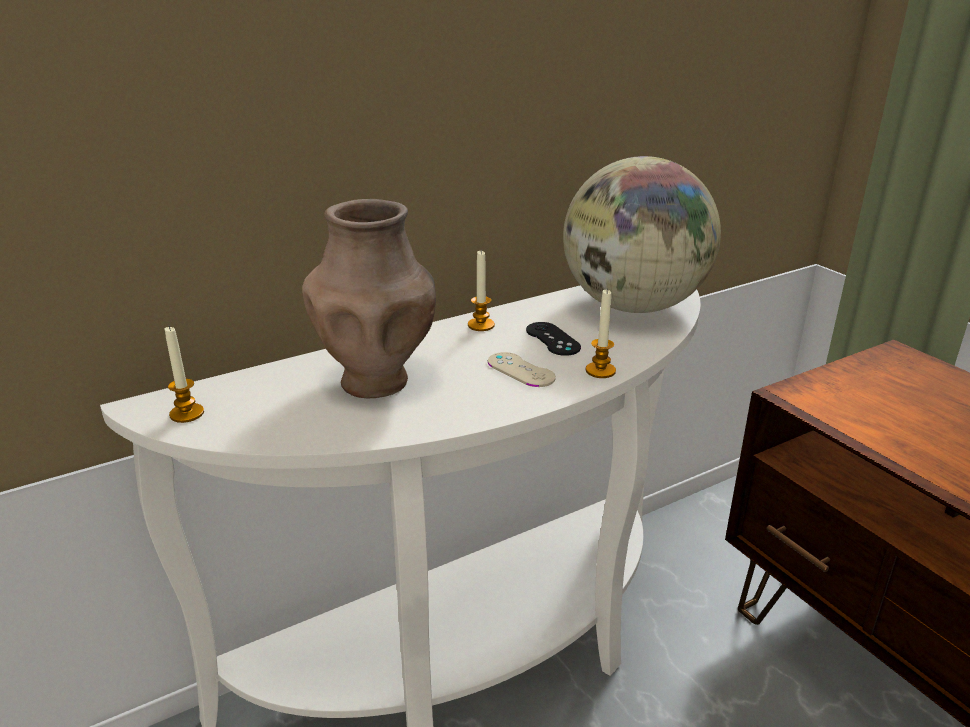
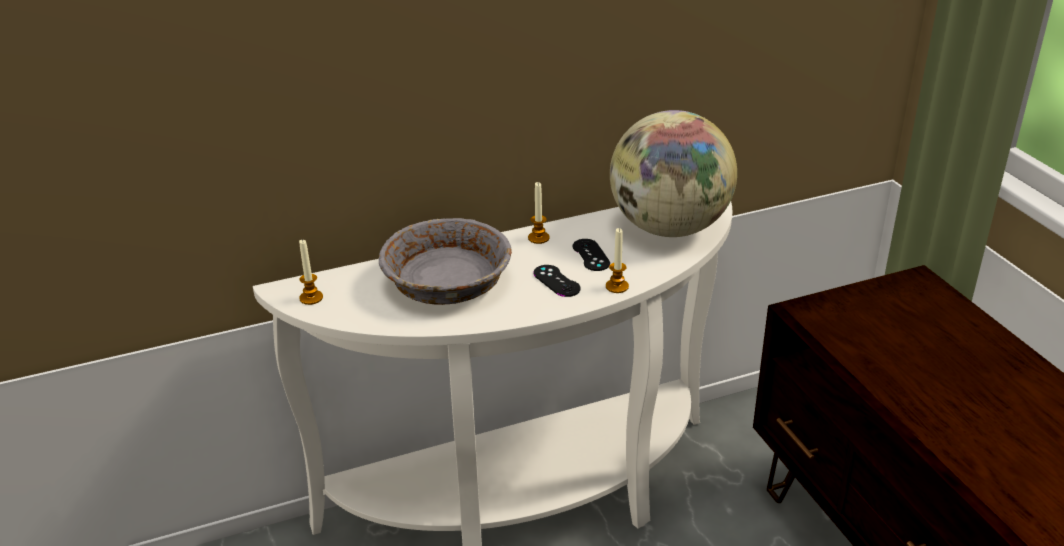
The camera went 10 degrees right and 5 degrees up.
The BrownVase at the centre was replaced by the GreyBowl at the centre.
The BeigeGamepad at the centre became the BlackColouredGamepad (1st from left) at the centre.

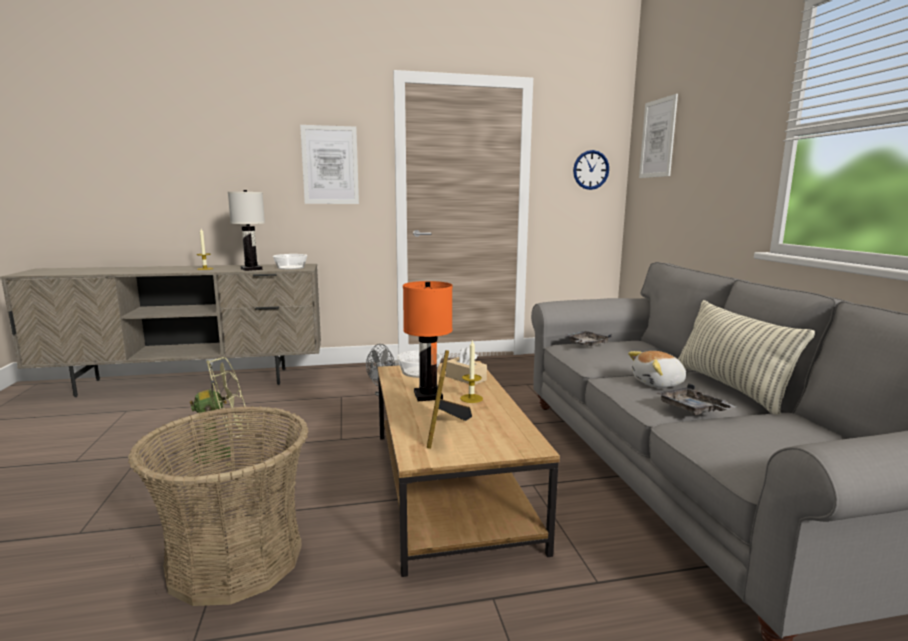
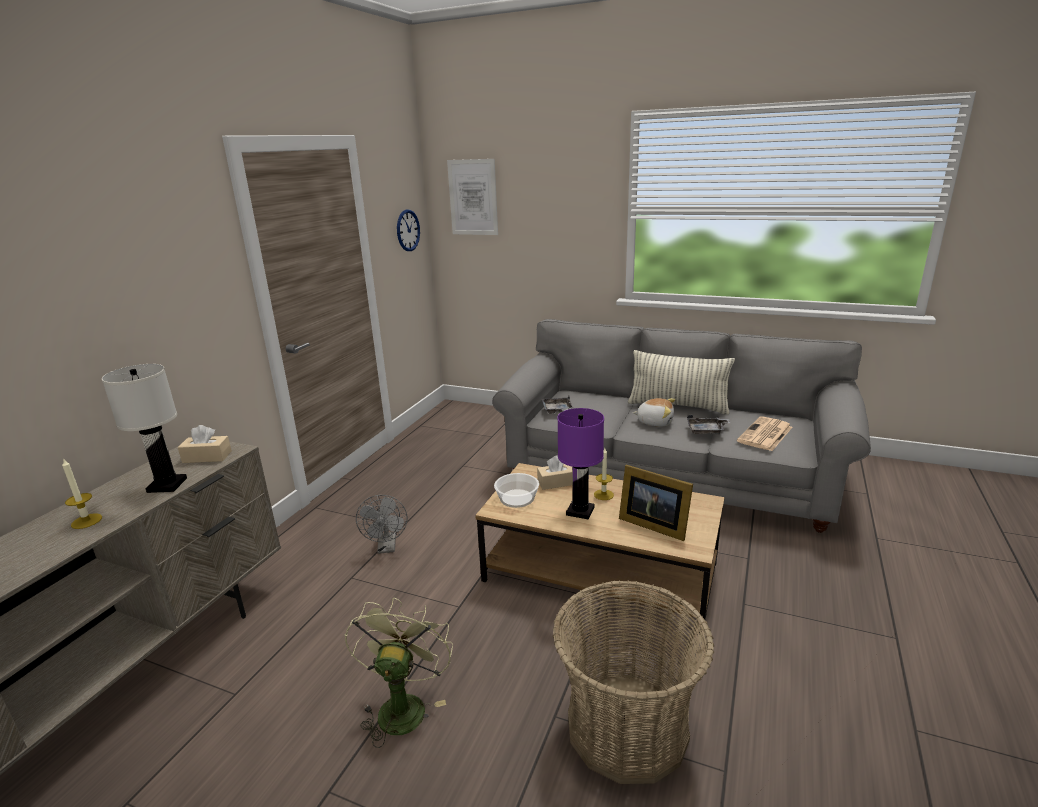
The camera went 55 degrees left and 10 degrees up.
The WallArt (1st from left) at the top centre disappeared.
The Newspaper at the middle right appeared.
The Bowl (1st from left) at the middle left was replaced by the BeigeBoxOfTissues (1st from left) at the middle left.
The OrangeColouredLampForATable at the centre became the PurpleLampForATable at the centre.
The CuddlyToy at the middle right turned 90 degrees counterclockwise.

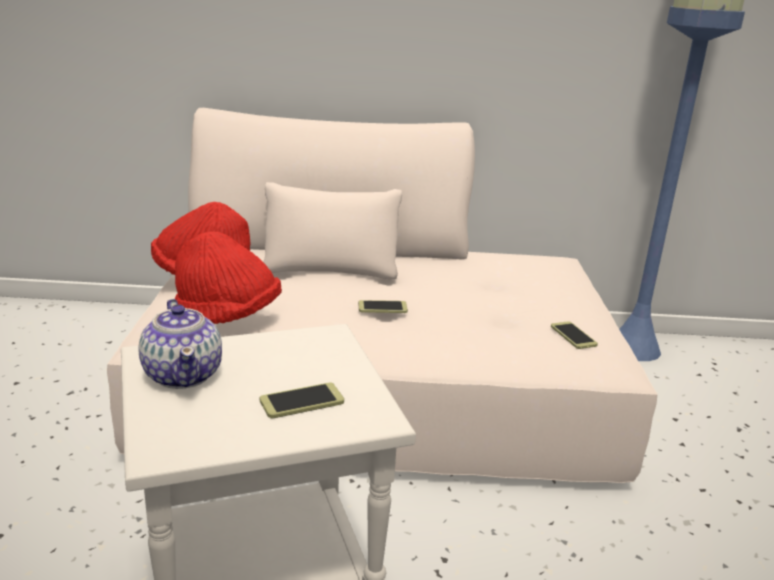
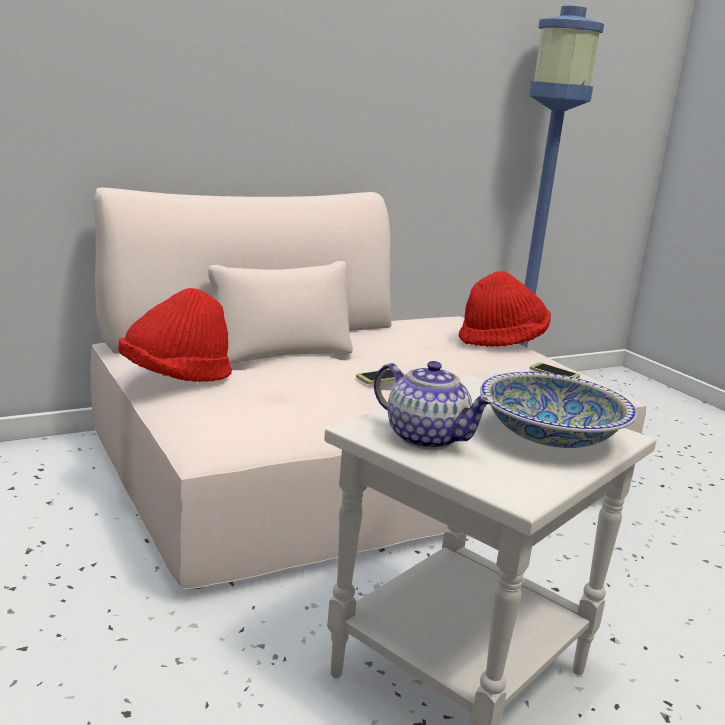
The camera went 30 degrees left and 5 degrees down.
The RedColouredClothingHat (2nd from left) moved from the middle left to the middle right.
The Phone (1st from left) at the bottom centre was replaced by the Bowl at the middle right.

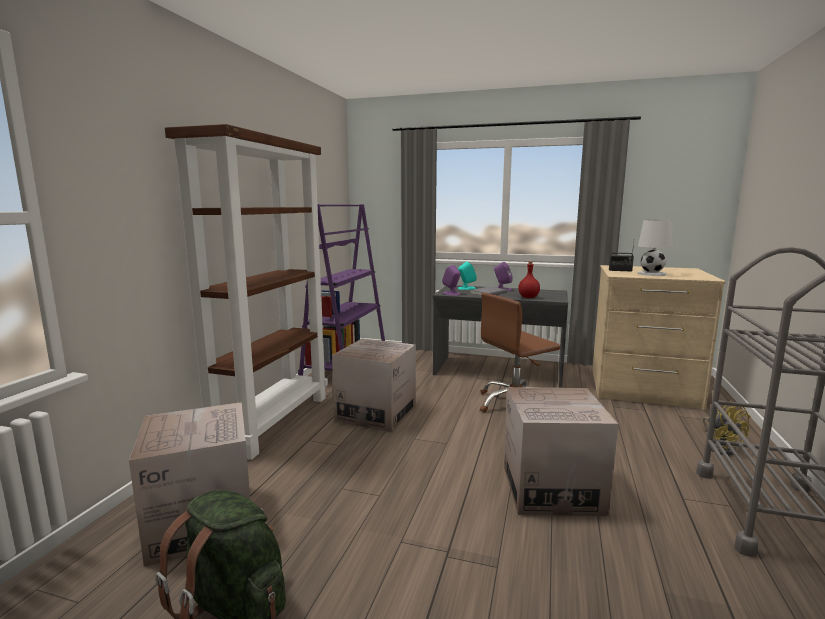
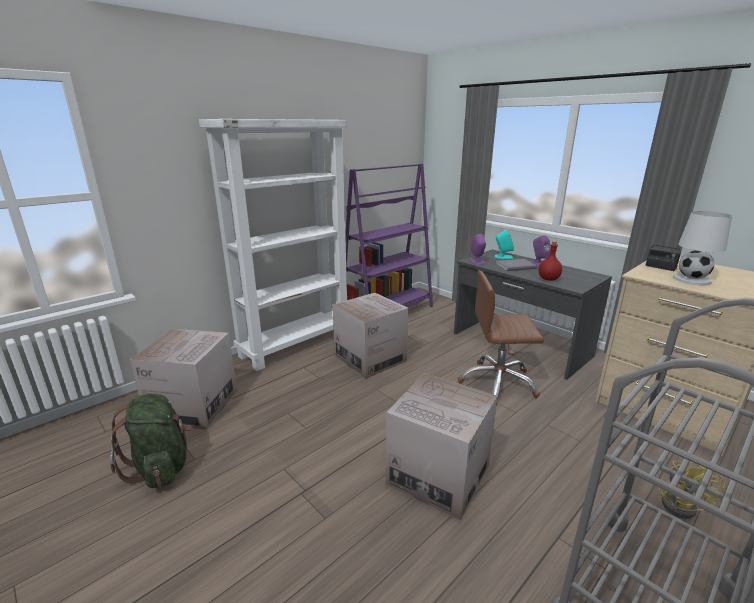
The camera went 30 degrees right and 10 degrees up.
The BrownShelvingUnit at the middle left became the WhiteShelvingUnit at the centre.

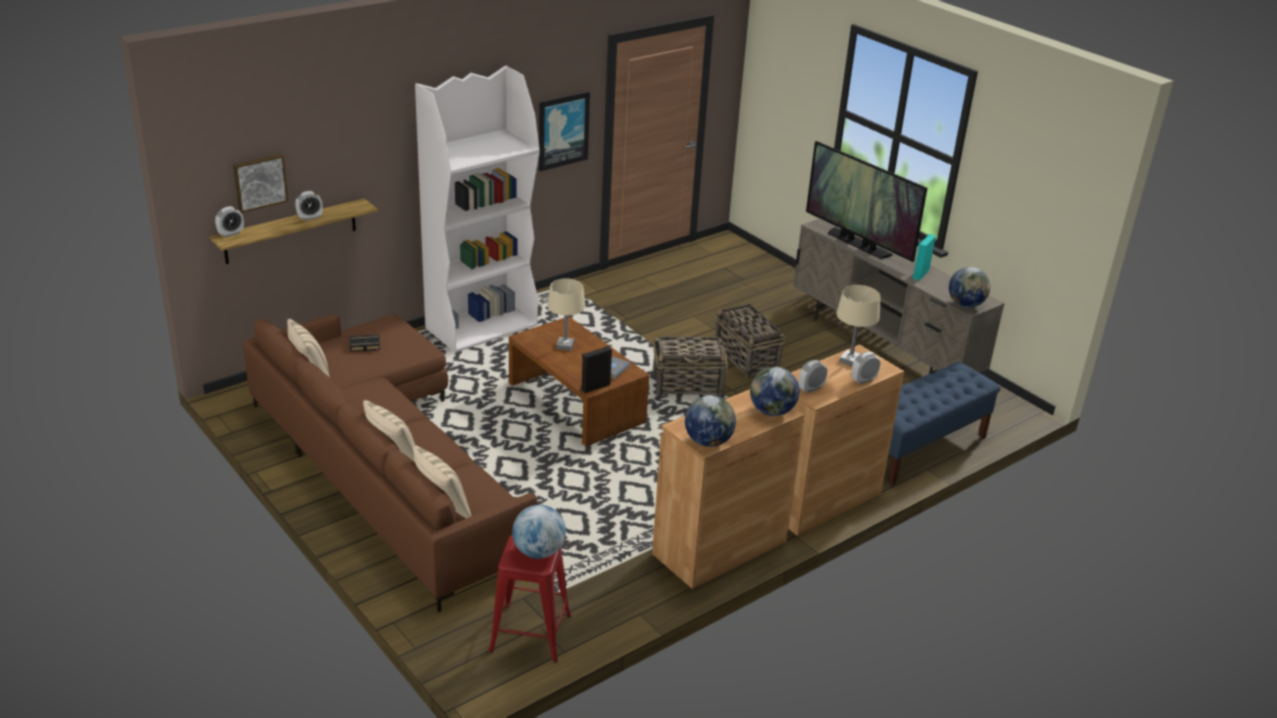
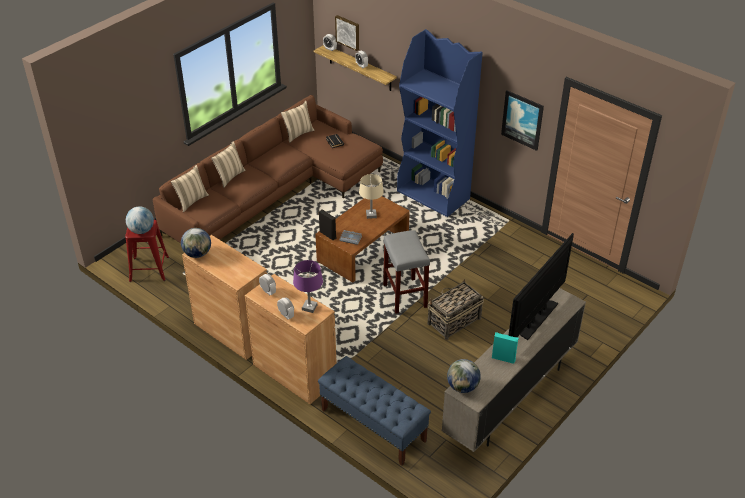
The camera went 80 degrees right and 10 degrees up.
The WorldGlobe (3rd from left) at the centre disappeared.
The HouseholdBasket (1st from left) at the centre was replaced by the GreySittingStool at the centre.
The WhiteShelvingUnit at the top centre became the BluishShelvingUnit at the top centre.
The BeigeLampForATable (2nd from left) at the middle right became the PurpleLampForATable at the centre.

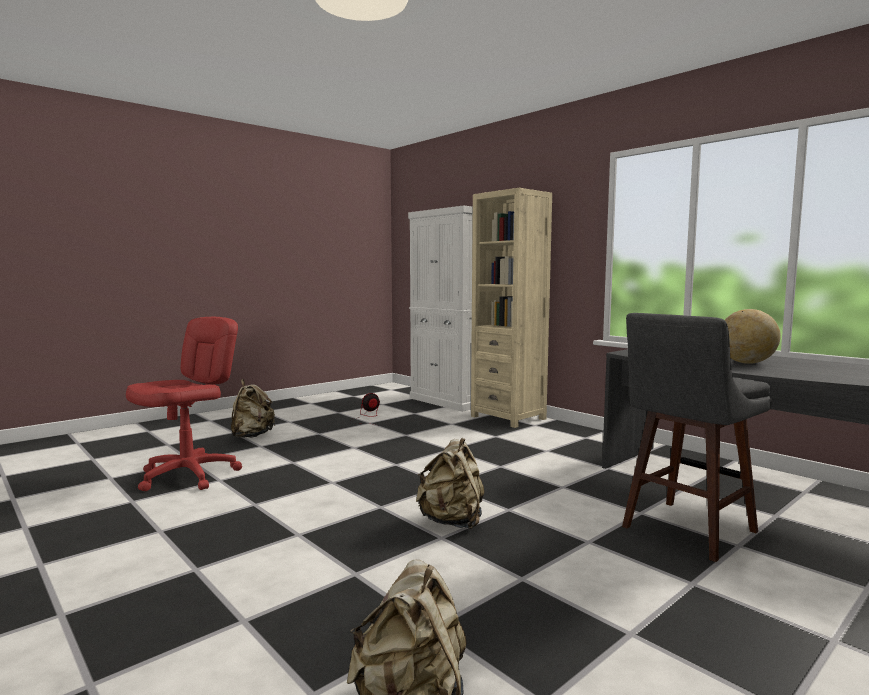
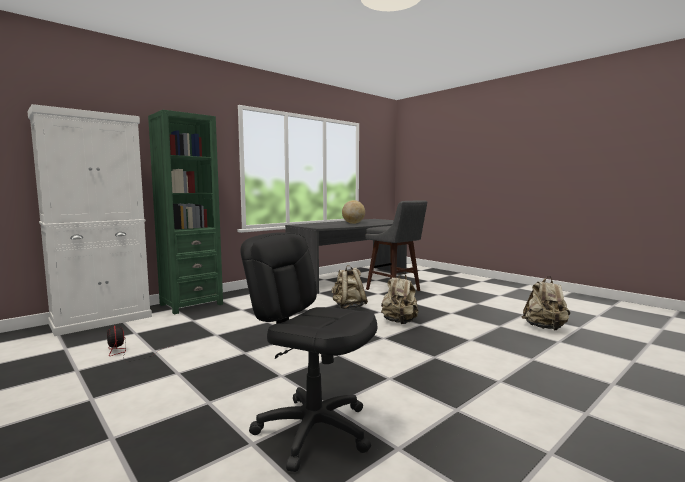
The camera went 90 degrees left and 0 degrees up.
The BeigeRucksack (1st from left) moved from the middle left to the centre.
The RedColouredDeskChair at the middle left became the BlackColouredDeskChair at the bottom centre.
The BeigeShelvingUnit at the centre became the GreenishShelvingUnit at the middle left.

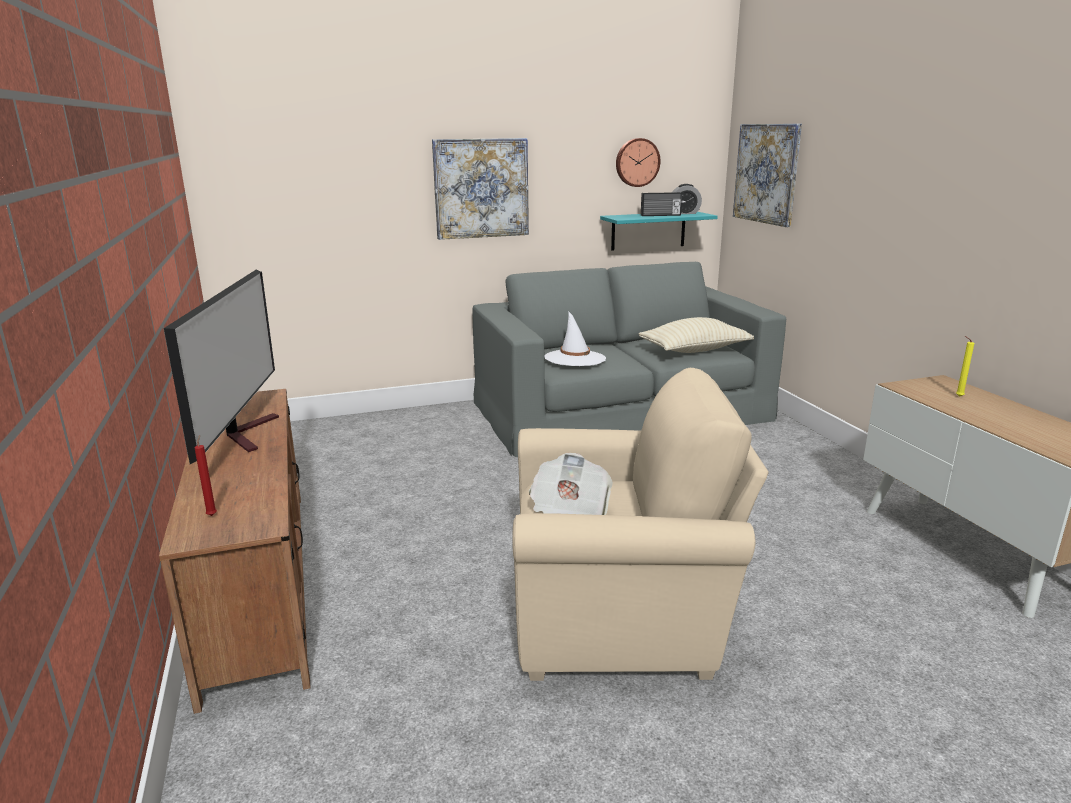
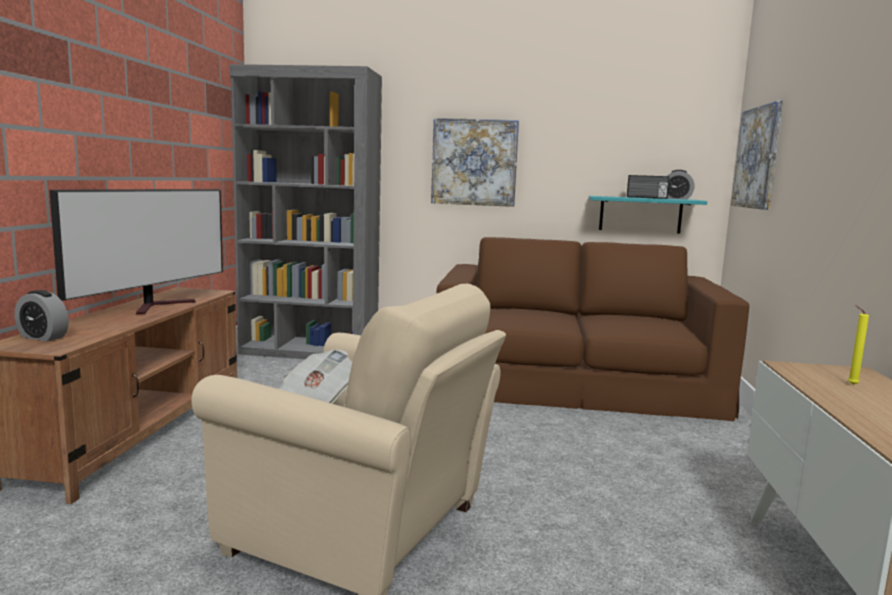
The camera went 25 degrees right and 10 degrees down.
The WhiteClothingHat at the centre disappeared.
The WallClock at the top centre disappeared.
The BeigeCushion at the centre disappeared.
The GreyShelvingUnit at the centre appeared.
The RedColouredWaxCandle at the middle left was replaced by the TableClock (1st from left) at the middle left.
The GreySofa at the centre became the BrownSofa at the centre.

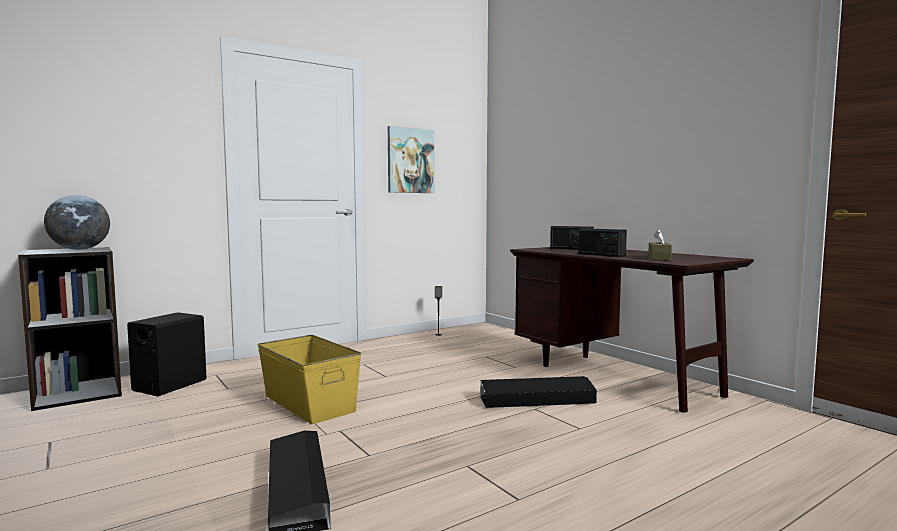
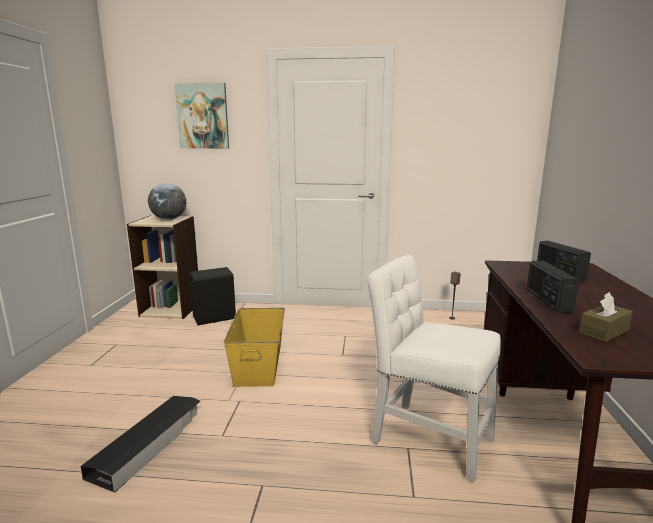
The camera went 40 degrees right and 10 degrees up.
The WallArt moved from the top centre to the top left.
The BlackColouredStorageBin (2nd from left) at the bottom centre was replaced by the WhiteChair at the bottom centre.
The BlackColouredShelvingUnit at the middle left became the BeigeShelvingUnit at the middle left.

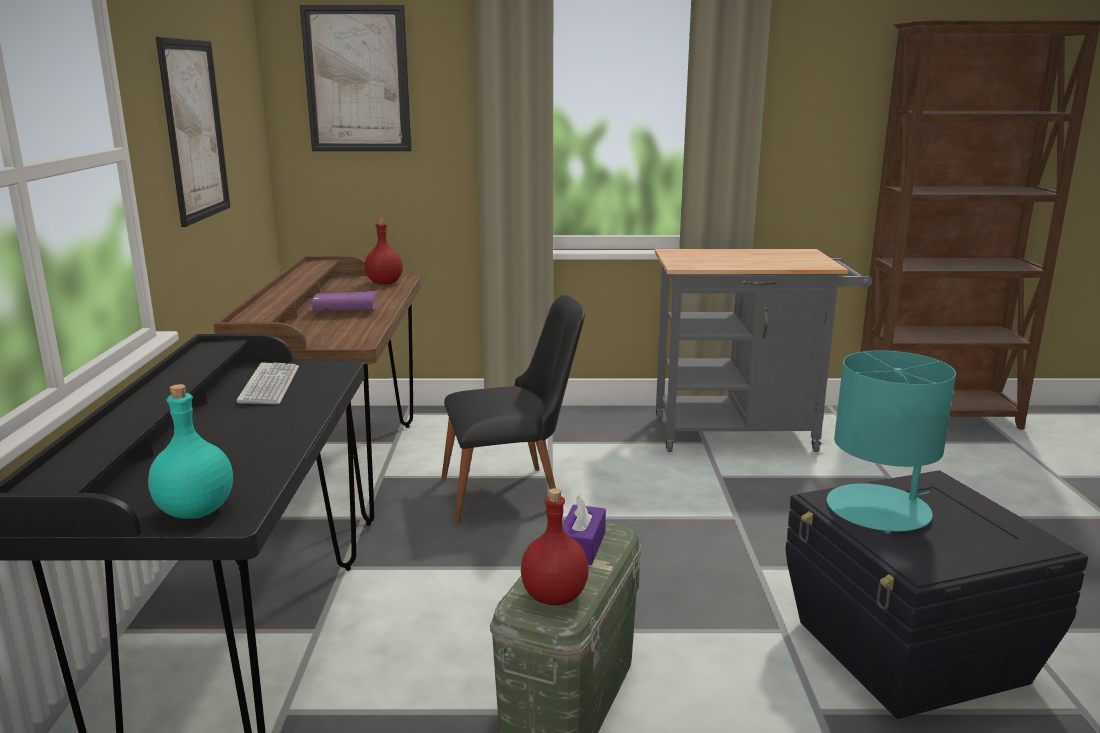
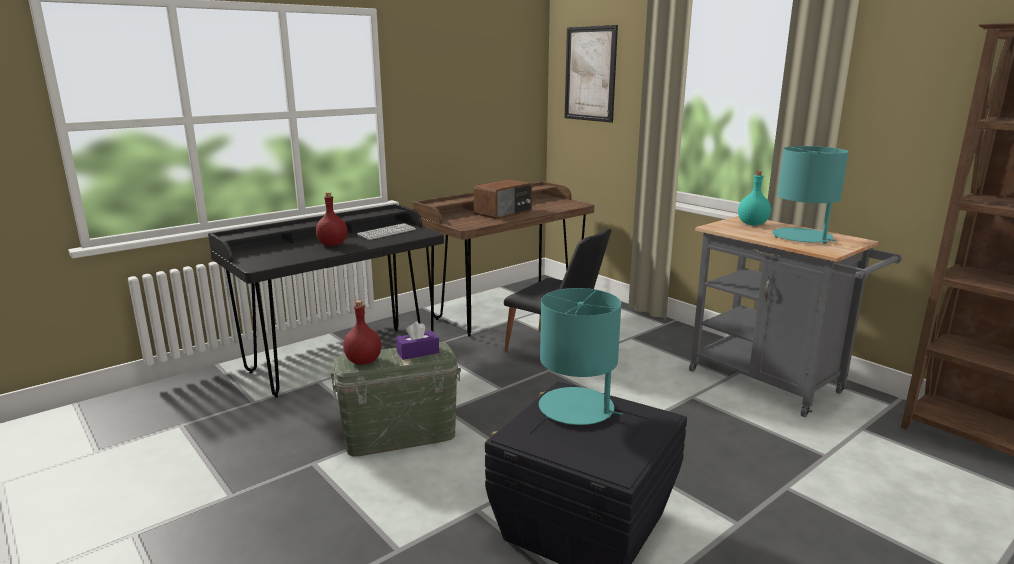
The camera went 50 degrees right and 0 degrees up.
The WallArt (1st from left) at the top left disappeared.
The TurquoiseLampForATable (2nd from left) at the middle right appeared.
The TurquoiseDrinkBottle moved from the middle left to the middle right.
The RedColouredDrinkBottle (1st from left) moved from the centre to the middle left.
The PurpleBook at the middle left was replaced by the Radio at the centre.

